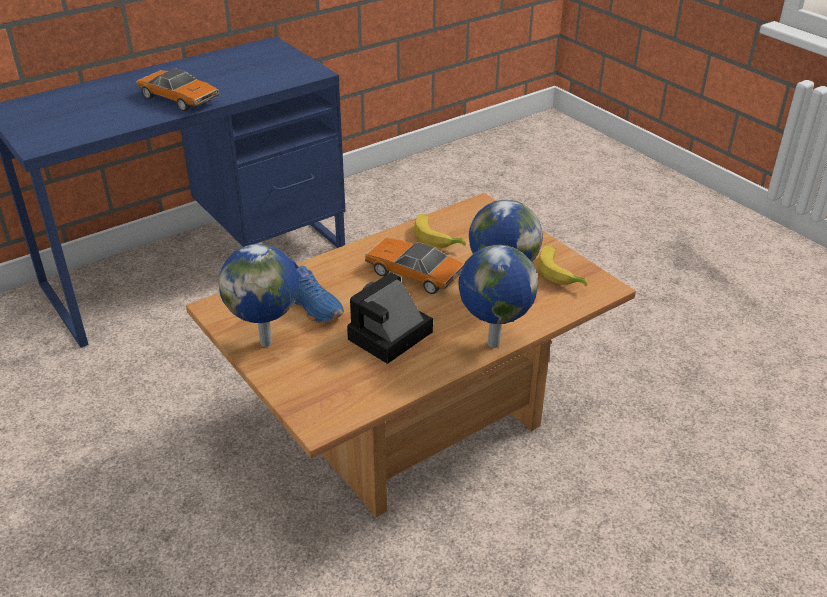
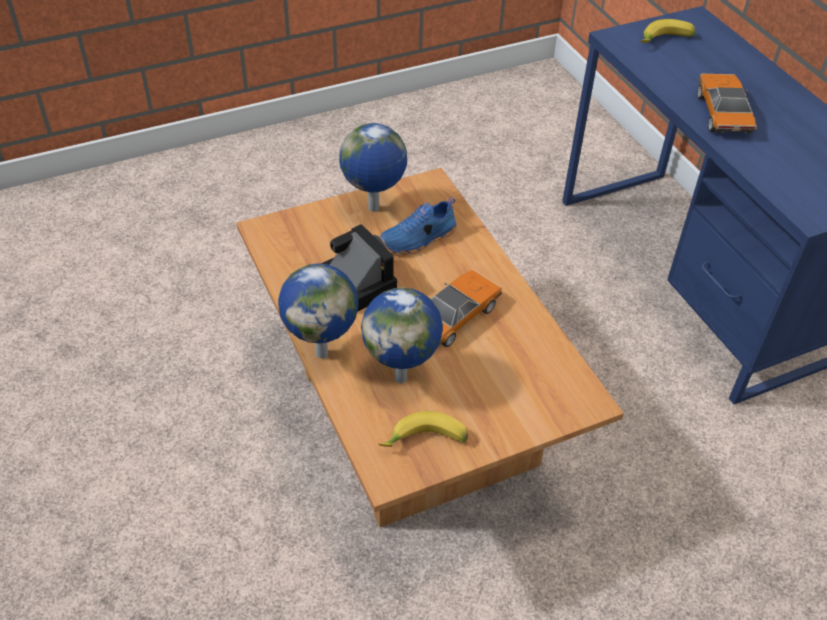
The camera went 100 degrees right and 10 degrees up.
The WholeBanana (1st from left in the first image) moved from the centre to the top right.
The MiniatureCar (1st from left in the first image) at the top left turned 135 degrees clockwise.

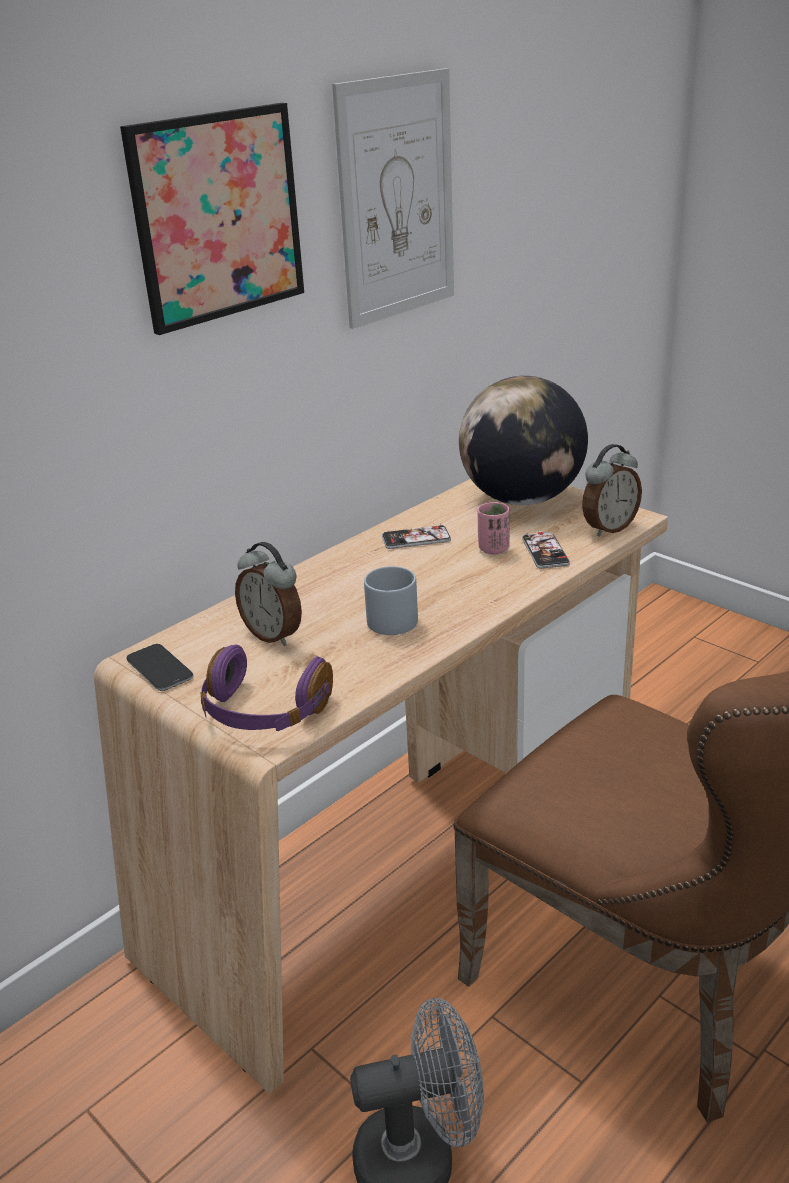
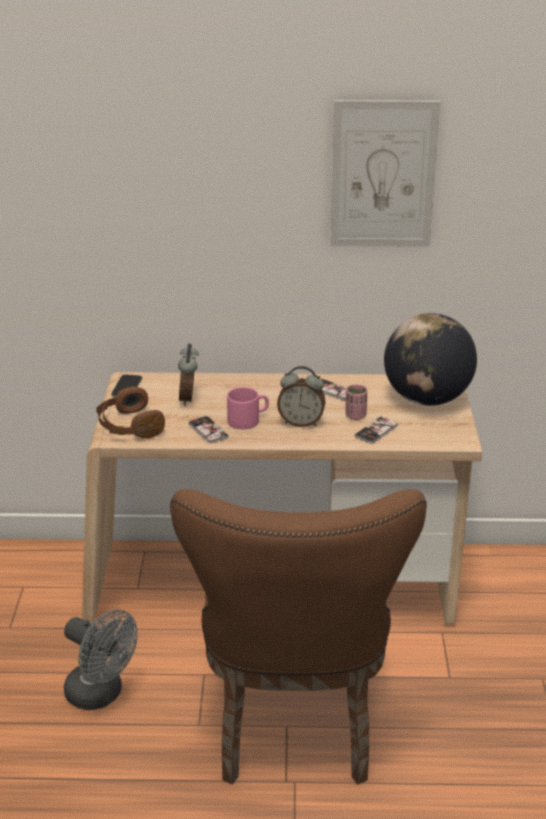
The camera went 45 degrees right and 0 degrees up.
The WallArt (1st from left) at the top left disappeared.
The Phone (2nd from left) at the centre appeared.
The TableClock (2nd from left) moved from the middle right to the centre.
The PurplePairOfHeadphones at the centre became the BrownPairOfHeadphones at the middle left.
The GreyTeaMug at the centre became the PinkColouredTeaMug at the centre.

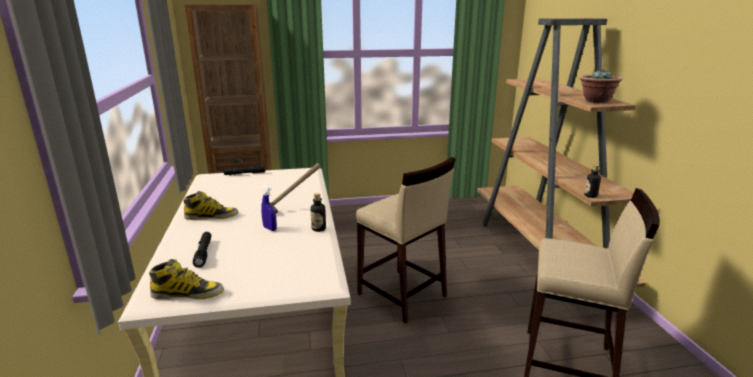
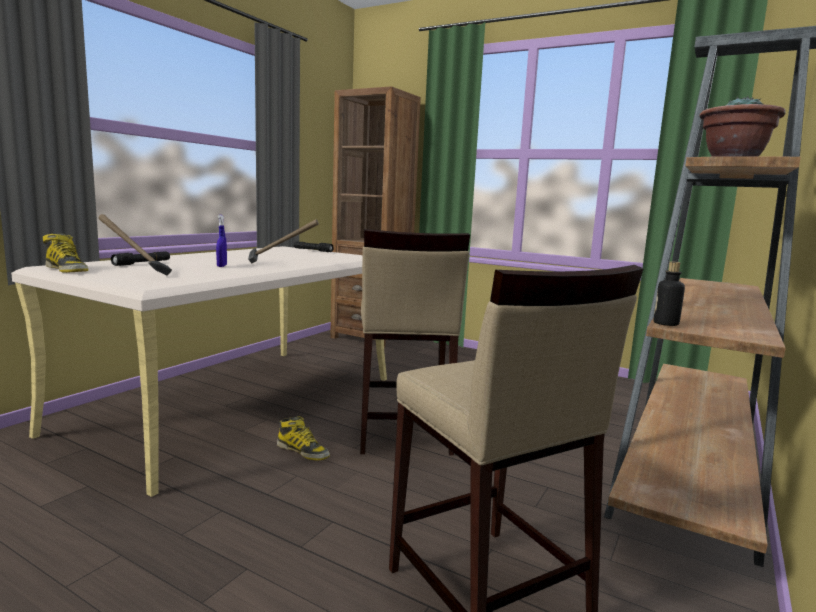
The camera went 40 degrees right and 10 degrees down.
The DrinkBottle (1st from left) at the centre disappeared.
The Hammer (1st from left) at the middle left appeared.
The HighTopBoot (2nd from left) moved from the middle left to the bottom centre.

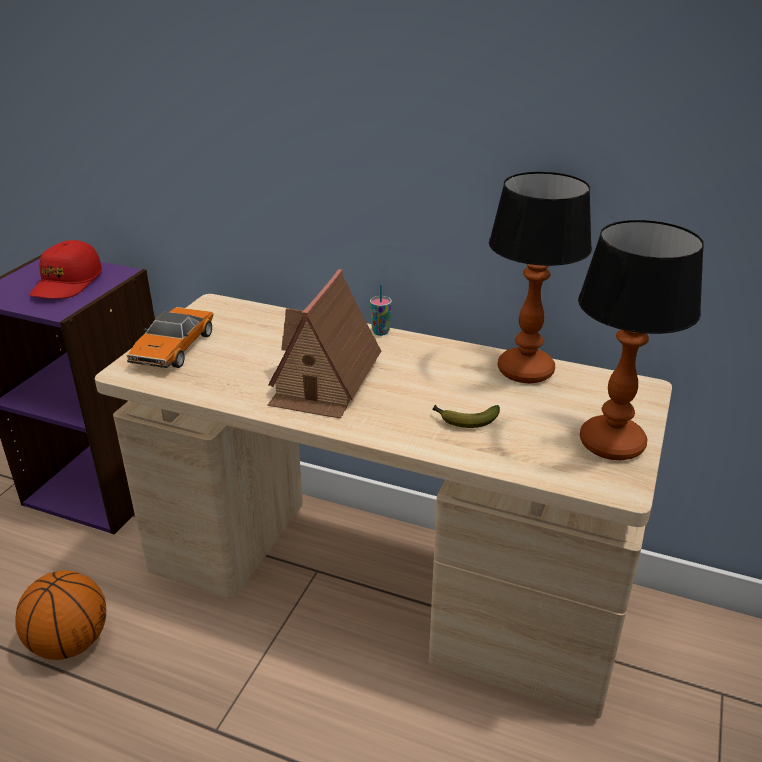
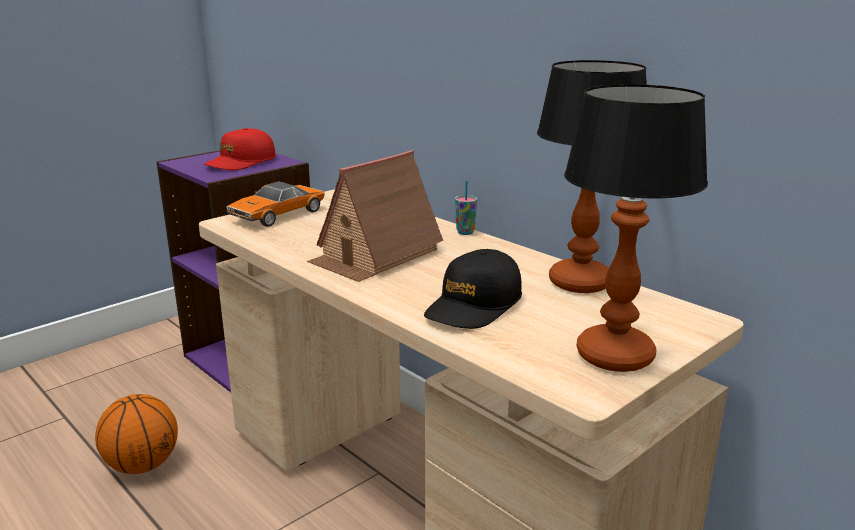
The camera went 25 degrees right and 10 degrees down.
The WholeBanana at the centre was replaced by the BlackColouredCap at the centre.

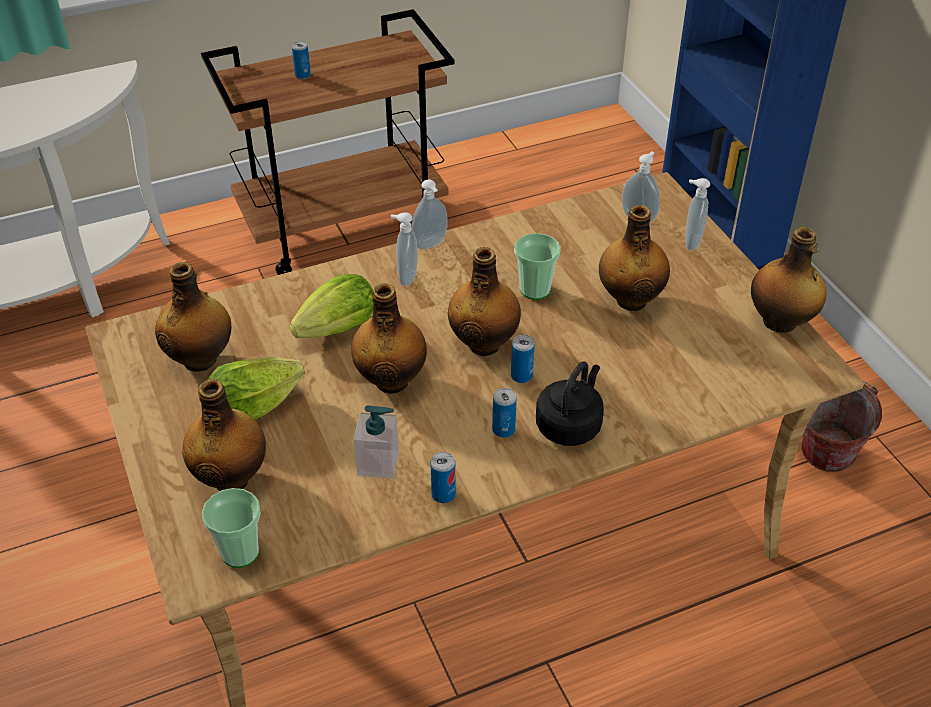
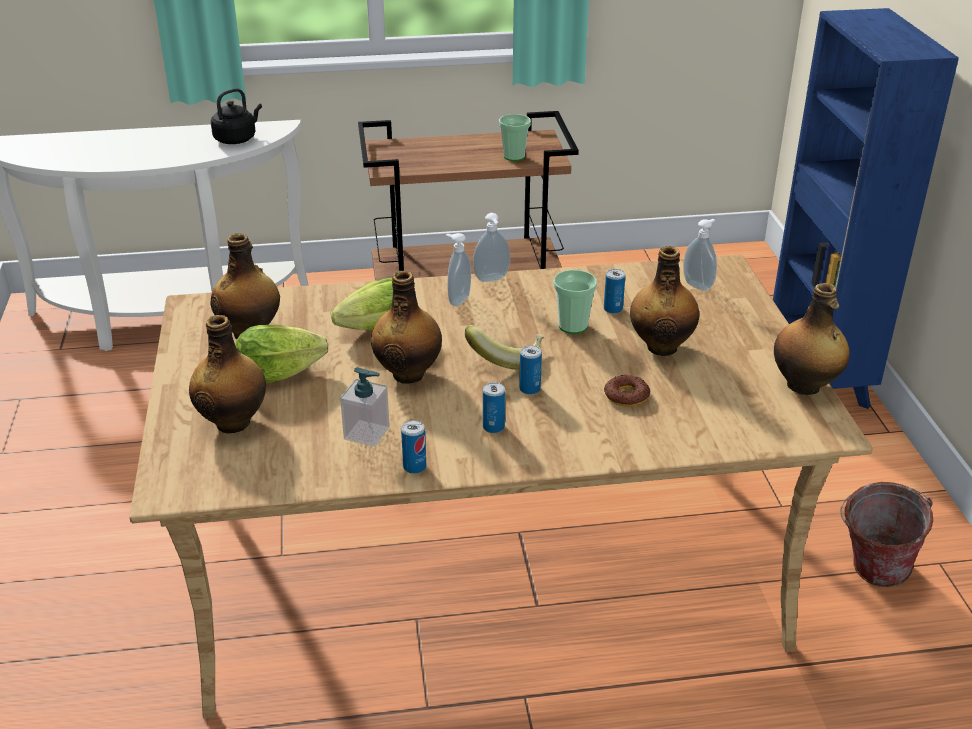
The camera went 15 degrees right and 10 degrees down.
The LiquidSoapBottle (5th from left) at the top right disappeared.
The RingDoughnut at the centre appeared.
The SmallCup (1st from left) moved from the bottom left to the top centre.
The Can (1st from left in the first image) moved from the top left to the centre.
The BlackColouredTeaKettle moved from the centre to the top left.
The DrinkBottle (4th from left) at the centre was replaced by the WholeBanana at the centre.

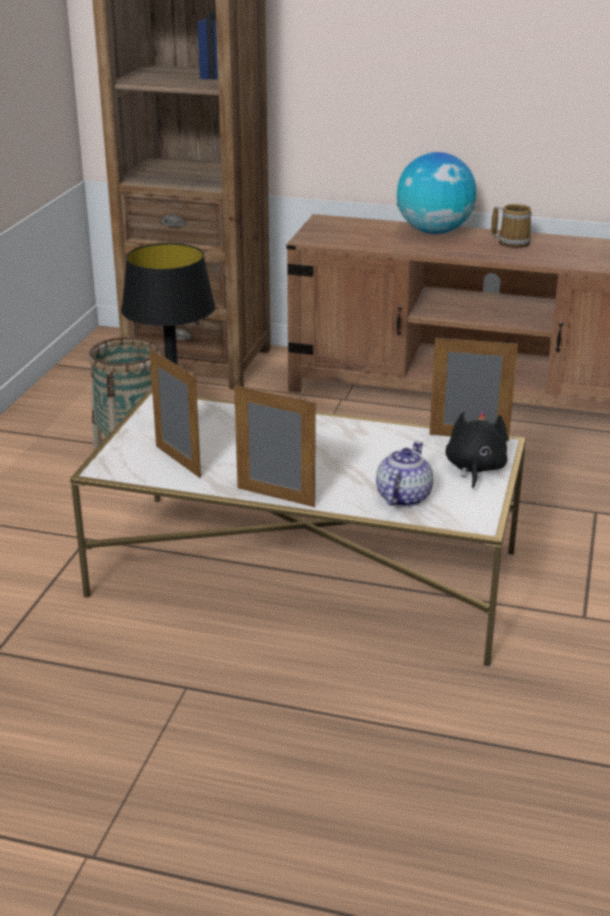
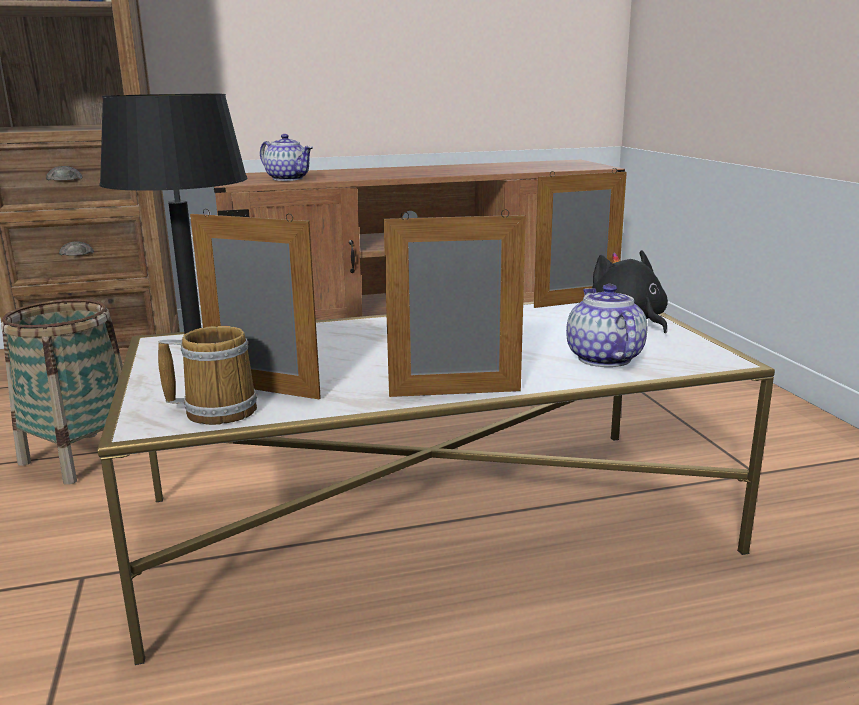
The camera went 30 degrees left and 10 degrees down.
The WorldGlobe at the top right disappeared.
The PotForTea (1st from left) at the top left appeared.
The TeaMug moved from the top right to the middle left.

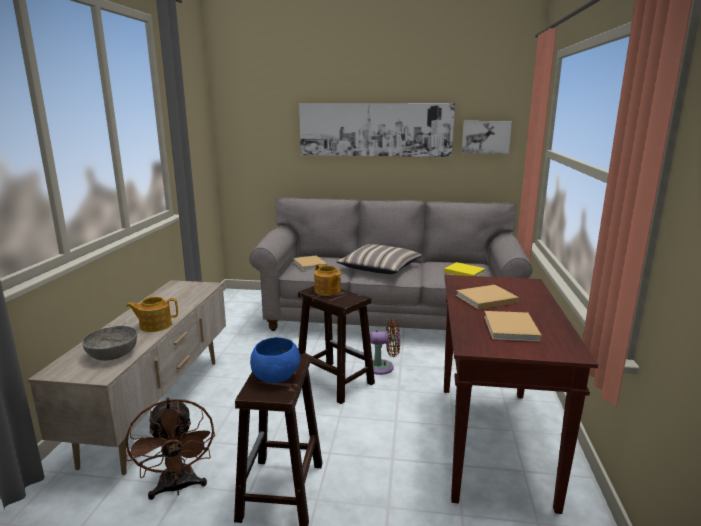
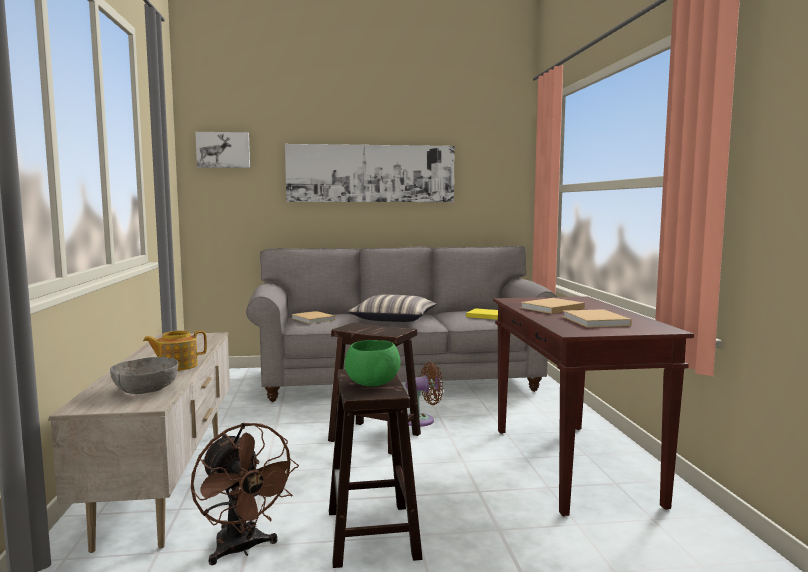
The camera went 15 degrees left and 10 degrees down.
The PotForTea (2nd from left) at the centre disappeared.
The WallArt (2nd from left in the first image) moved from the top right to the top left.
The BluishBowl at the bottom centre became the GreenishBowl at the centre.

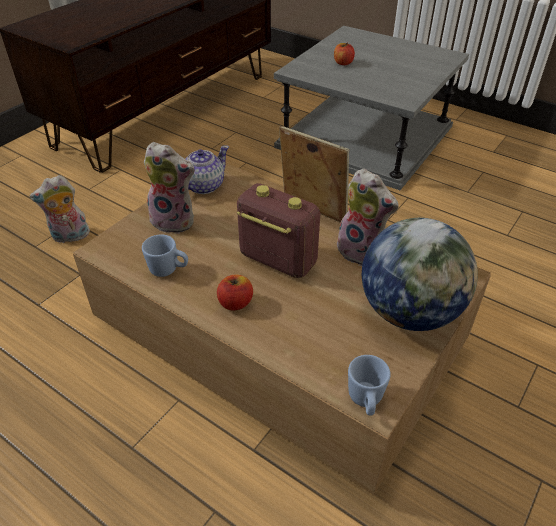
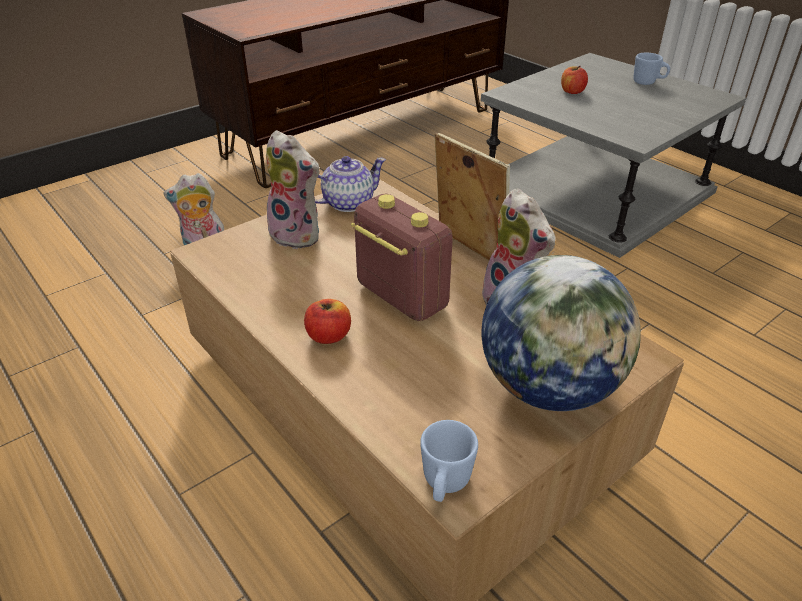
The camera went 15 degrees right and 5 degrees down.
The BluishTeaMug (1st from left in the first image) moved from the middle left to the top right.

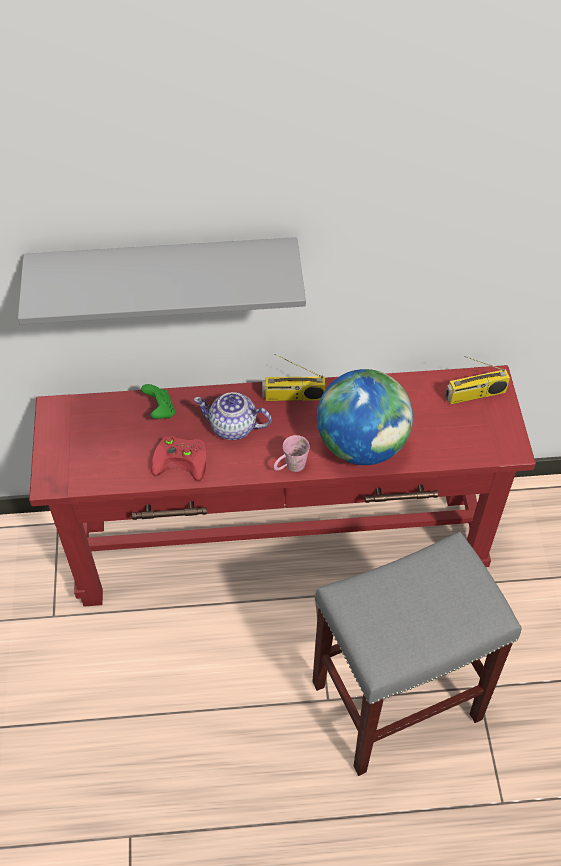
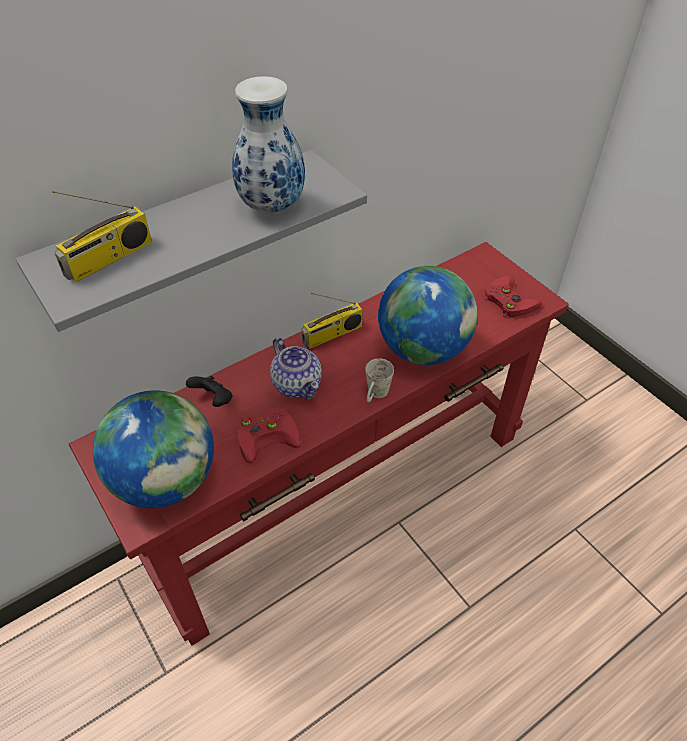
The camera went 30 degrees left and 5 degrees down.
The GreySittingStool at the bottom right disappeared.
The WorldGlobe (1st from left) at the middle left appeared.
The Vase at the top centre appeared.
The RedColouredGamepad (2nd from left) at the middle right appeared.
The Radio (2nd from left in the first image) moved from the middle right to the top left.
The GreenishGamepad at the middle left became the BlackColouredGamepad at the middle left.
The PinkColouredTeaMug at the centre became the WhiteTeaMug at the centre.
The PotForTea at the centre turned 105 degrees counterclockwise.

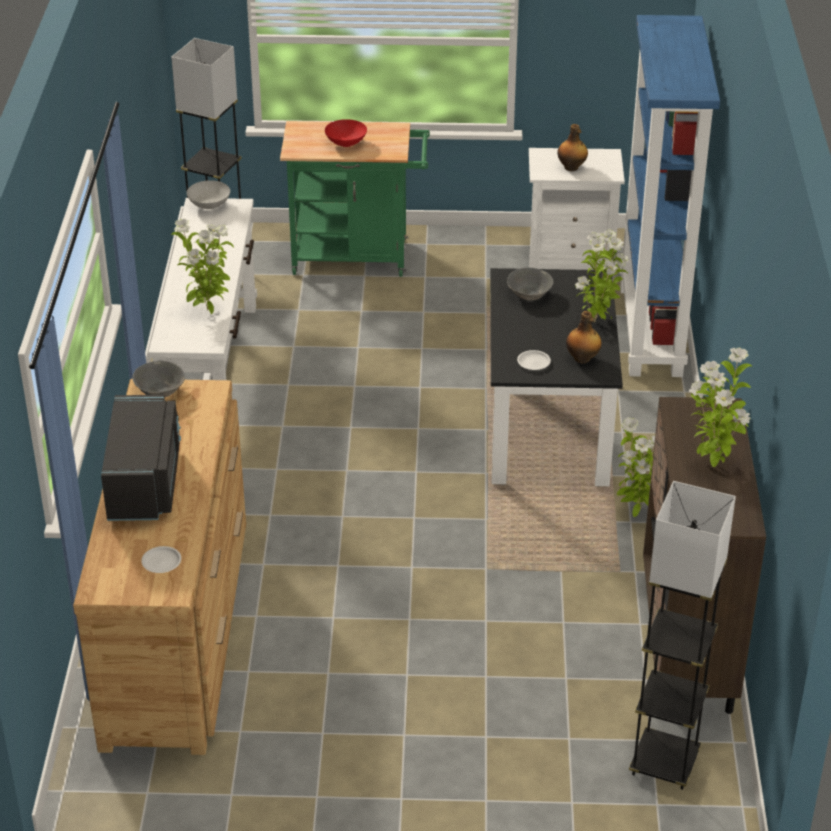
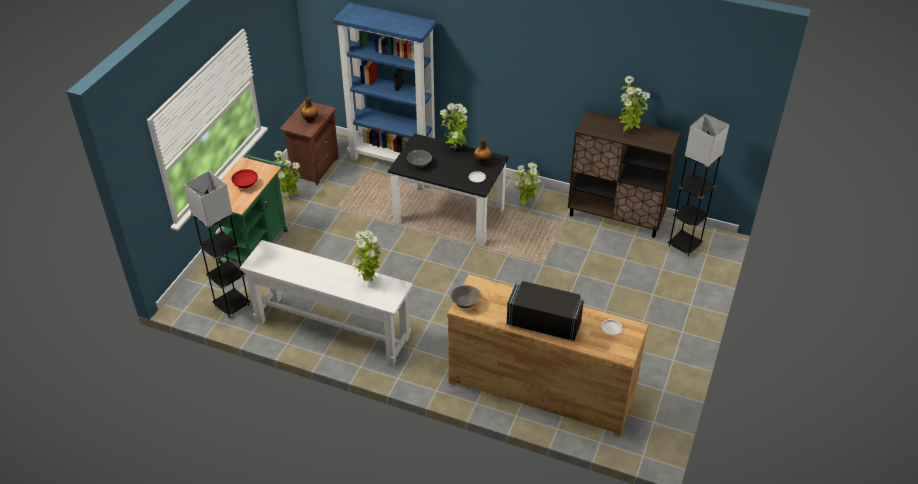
The camera went 70 degrees left and 5 degrees up.
The GreyBowl (2nd from left) at the top left disappeared.
The Houseplant (1st from left) at the middle left appeared.
The WhiteBedsideTable at the top right became the BrownBedsideTable at the top centre.

